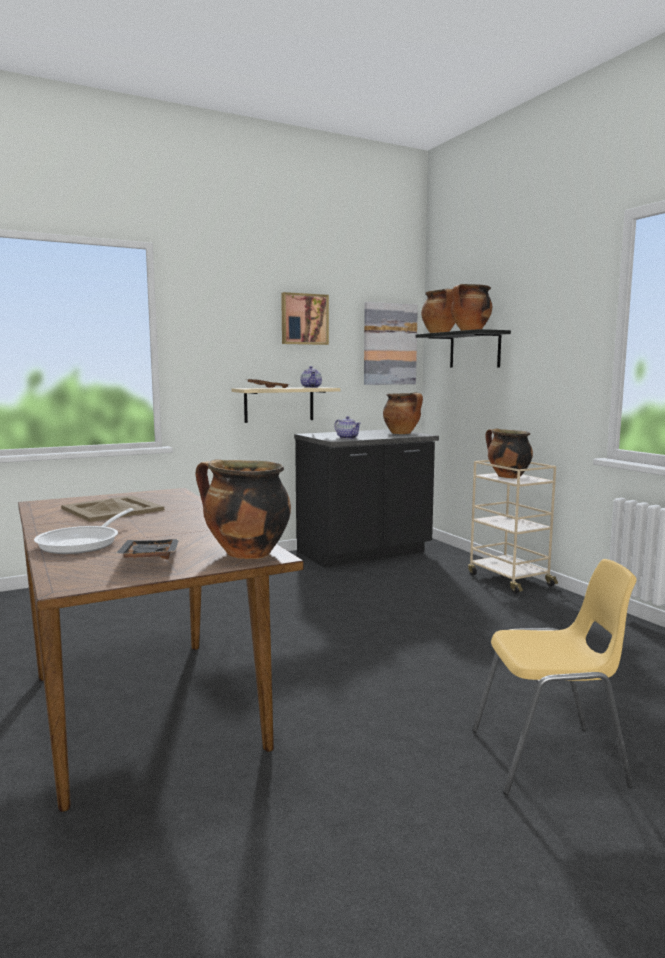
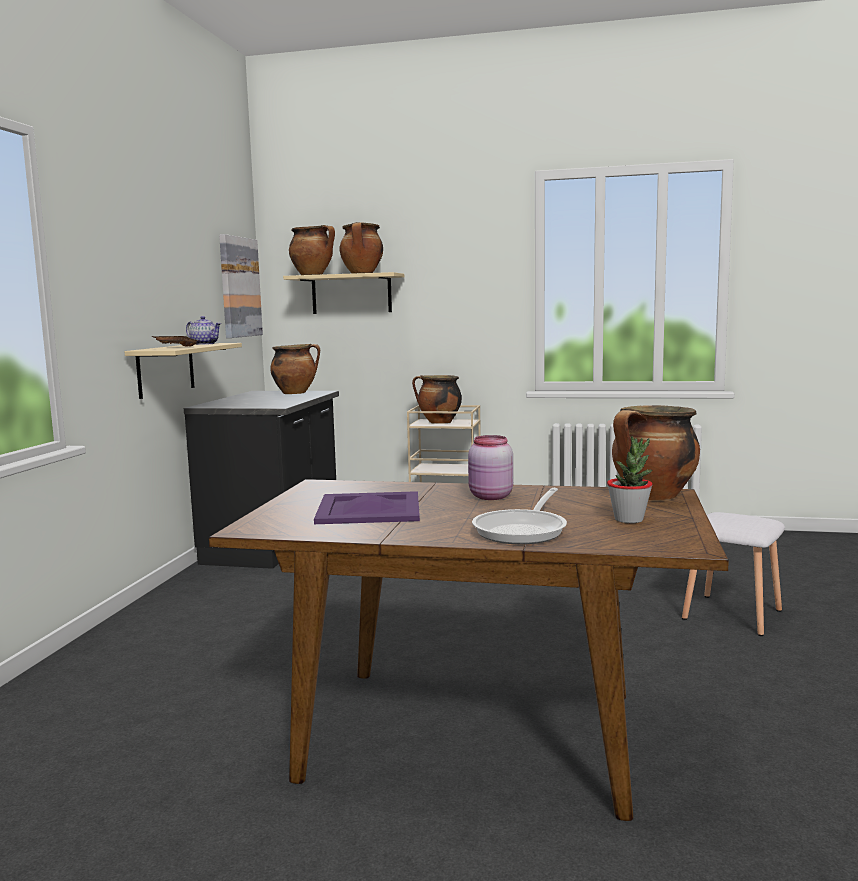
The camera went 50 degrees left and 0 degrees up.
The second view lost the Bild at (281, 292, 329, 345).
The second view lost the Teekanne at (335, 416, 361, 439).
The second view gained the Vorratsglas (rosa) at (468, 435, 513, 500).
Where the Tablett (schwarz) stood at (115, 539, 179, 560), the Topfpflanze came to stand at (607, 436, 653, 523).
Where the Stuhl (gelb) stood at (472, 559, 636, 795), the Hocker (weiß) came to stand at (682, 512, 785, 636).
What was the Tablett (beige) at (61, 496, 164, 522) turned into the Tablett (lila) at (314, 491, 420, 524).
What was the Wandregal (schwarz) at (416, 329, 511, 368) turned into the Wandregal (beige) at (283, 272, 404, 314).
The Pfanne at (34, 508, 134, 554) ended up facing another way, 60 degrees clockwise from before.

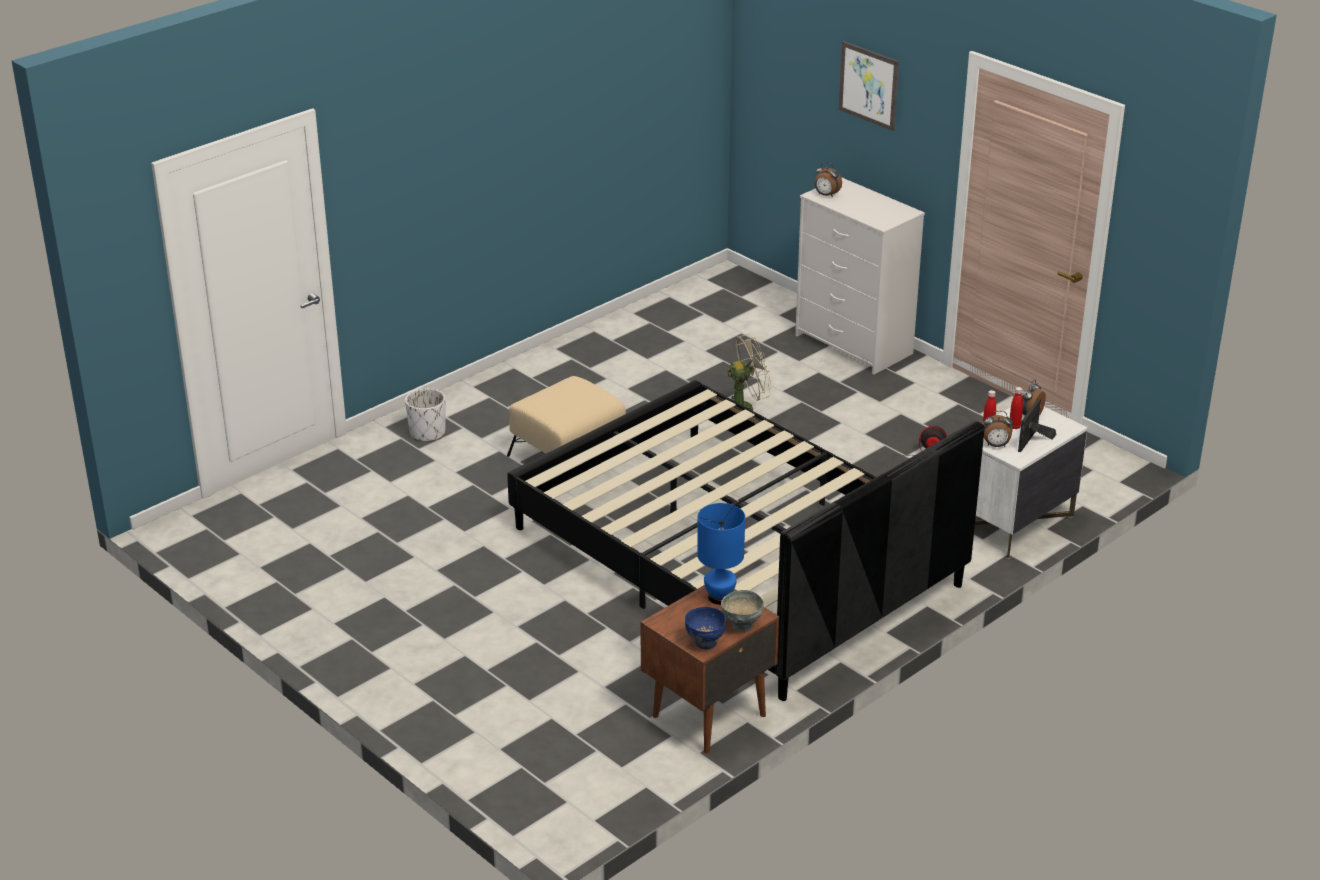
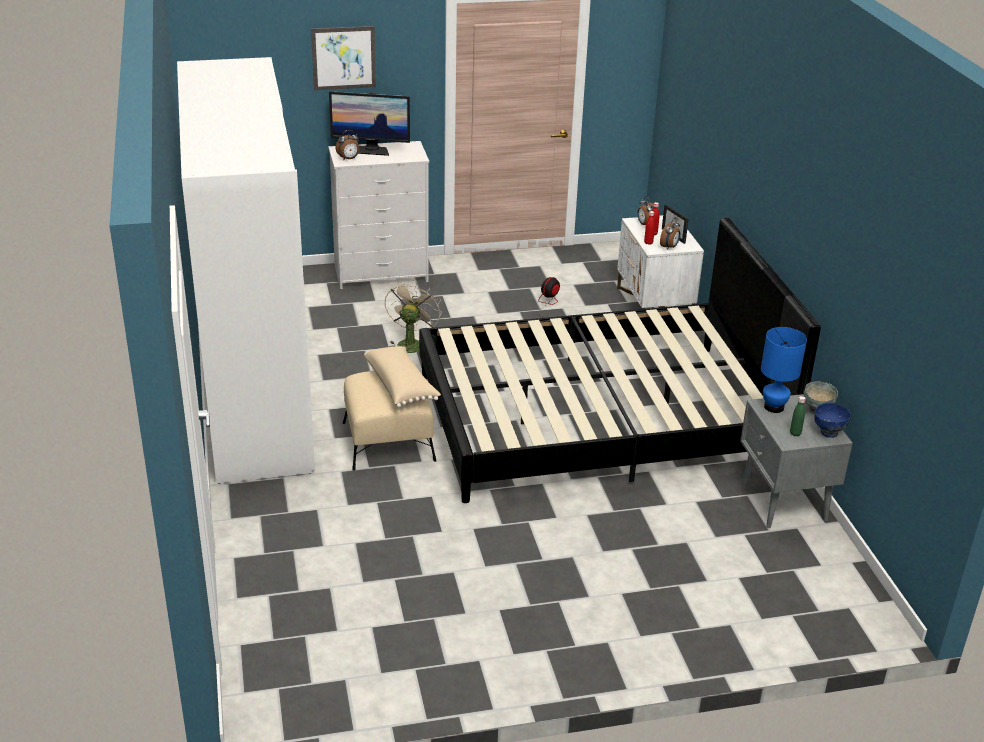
The camera went 60 degrees left and 0 degrees up.
The second view lost the Pflanzkübel (weiß) at (405, 388, 446, 441).
The second view gained the Kleiderschrank (weiß) at (177, 57, 315, 484).
The second view gained the Monitor at (329, 91, 410, 156).
The second view gained the Kissen (beige) at (364, 346, 441, 408).
The second view gained the Flasche (grün) at (790, 396, 806, 436).
What was the Nachttisch (braun) at (640, 585, 779, 754) turned into the Nachttisch (grau) at (740, 394, 853, 528).

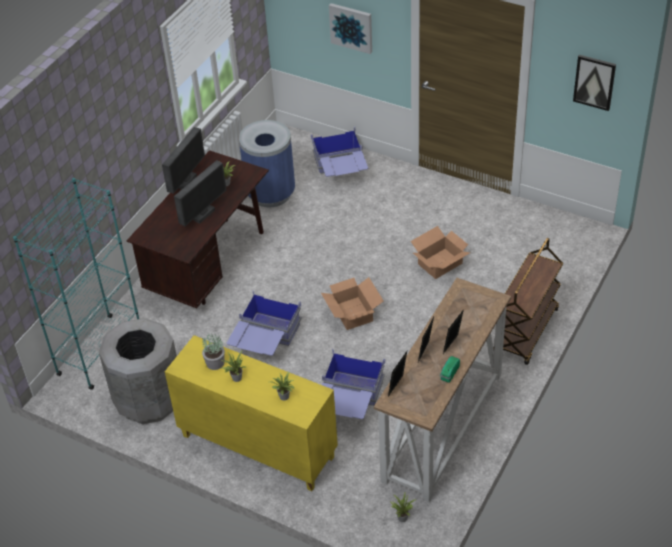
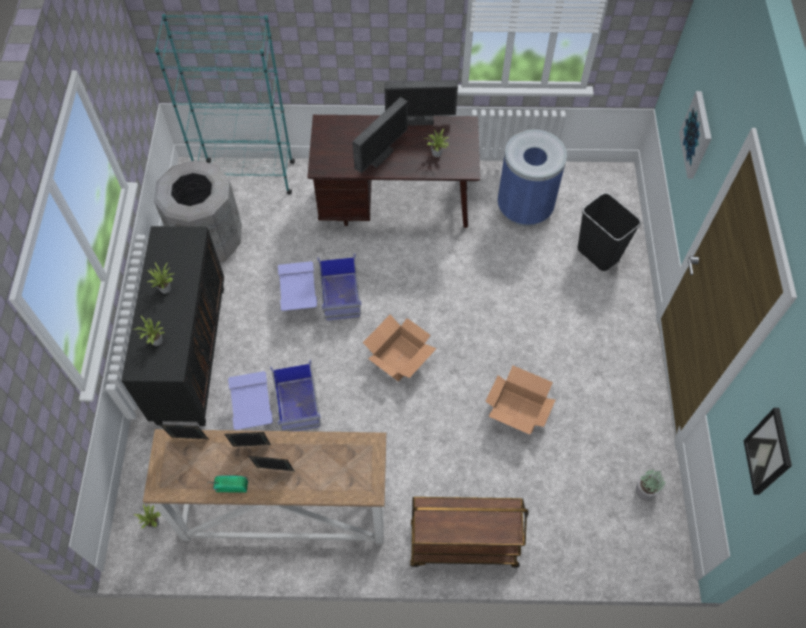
The camera went 60 degrees right and 15 degrees up.
The Topfpflanze ended up elsewhere, having gone from (202, 332, 225, 370) to (636, 470, 666, 500).
Where the Aufbewahrungsbox (blau) stood at (311, 127, 368, 177), the Mülleimer (schwarz) came to stand at (578, 192, 641, 271).
What was the Schrank (gelb) at (165, 335, 338, 491) turned into the Schrank (schwarz) at (121, 226, 224, 426).
The Monitor at (174, 160, 226, 226) ended up facing another way, 60 degrees counterclockwise from before.

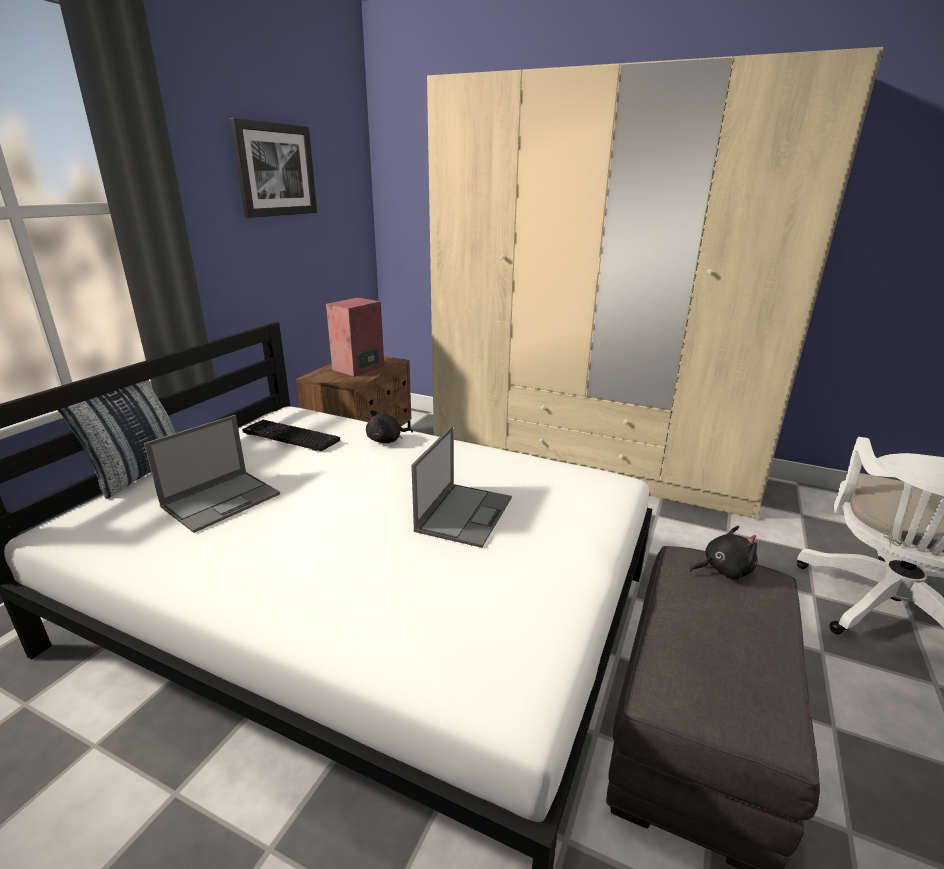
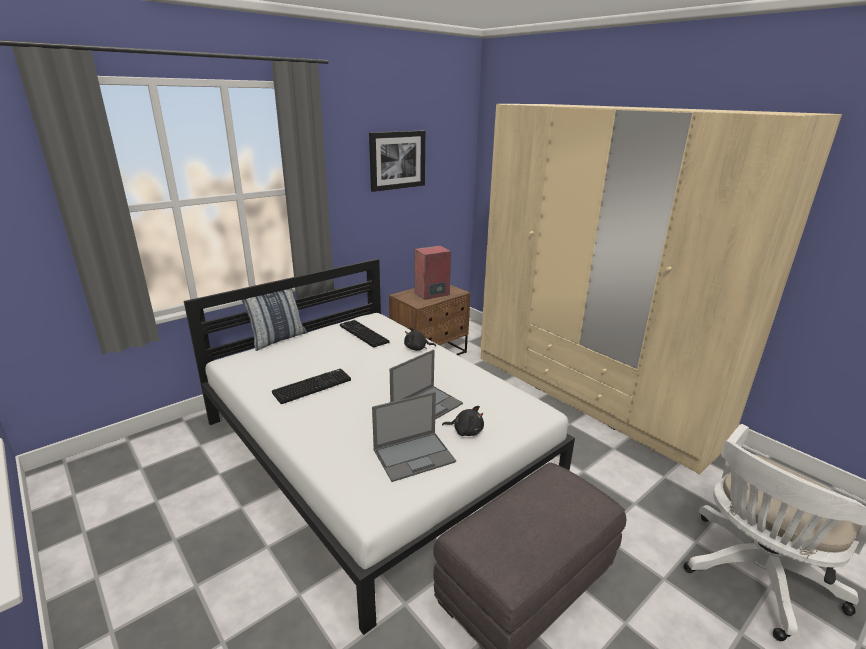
The camera went 25 degrees right and 0 degrees up.
The second view gained the Tastatur at (272, 368, 351, 404).
The Laptop ended up elsewhere, having gone from (144, 415, 280, 533) to (372, 392, 456, 482).
The Plüschtier (schwarz) ended up elsewhere, having gone from (689, 526, 757, 580) to (442, 406, 484, 436).

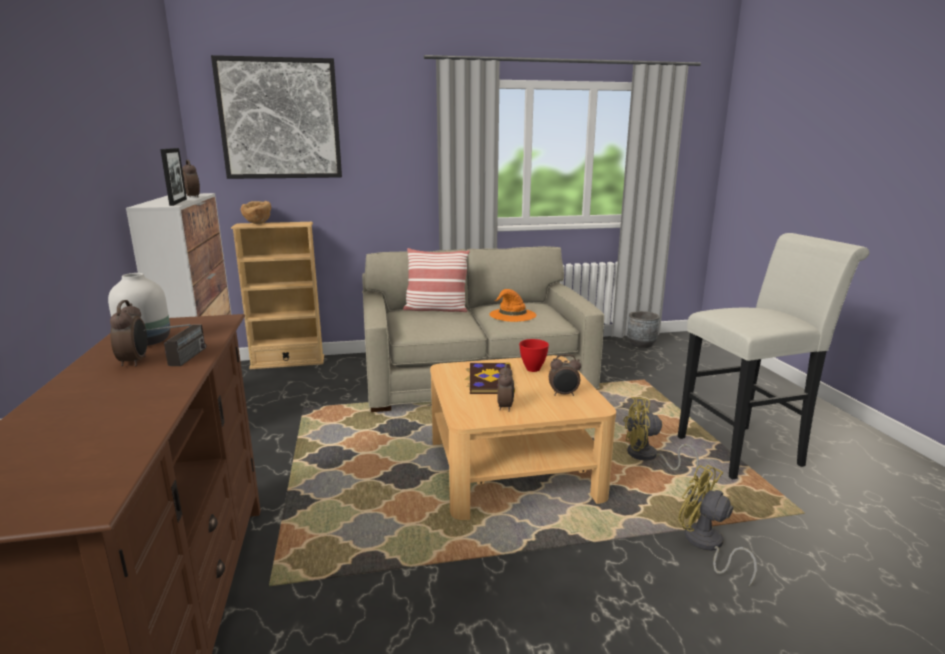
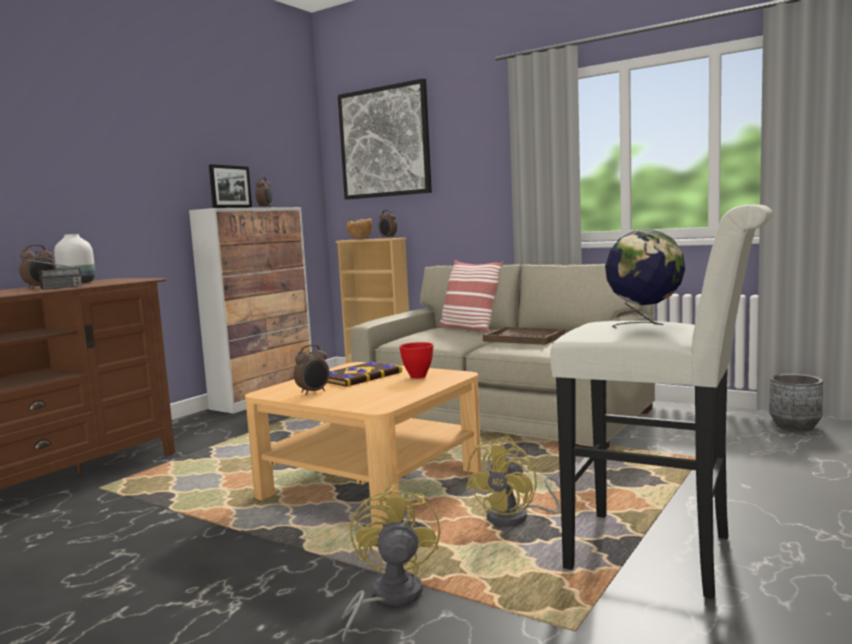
The camera went 45 degrees right and 10 degrees down.
The second view gained the Globus at (605, 229, 685, 329).
The Wecker ended up elsewhere, having gone from (549, 354, 581, 396) to (378, 210, 397, 238).
Where the Hut (orange) stood at (489, 289, 536, 322), the Tablett (braun) came to stand at (483, 327, 565, 345).
The Ventilator (gelb) at (623, 397, 699, 470) ended up facing another way, 105 degrees counterclockwise from before.

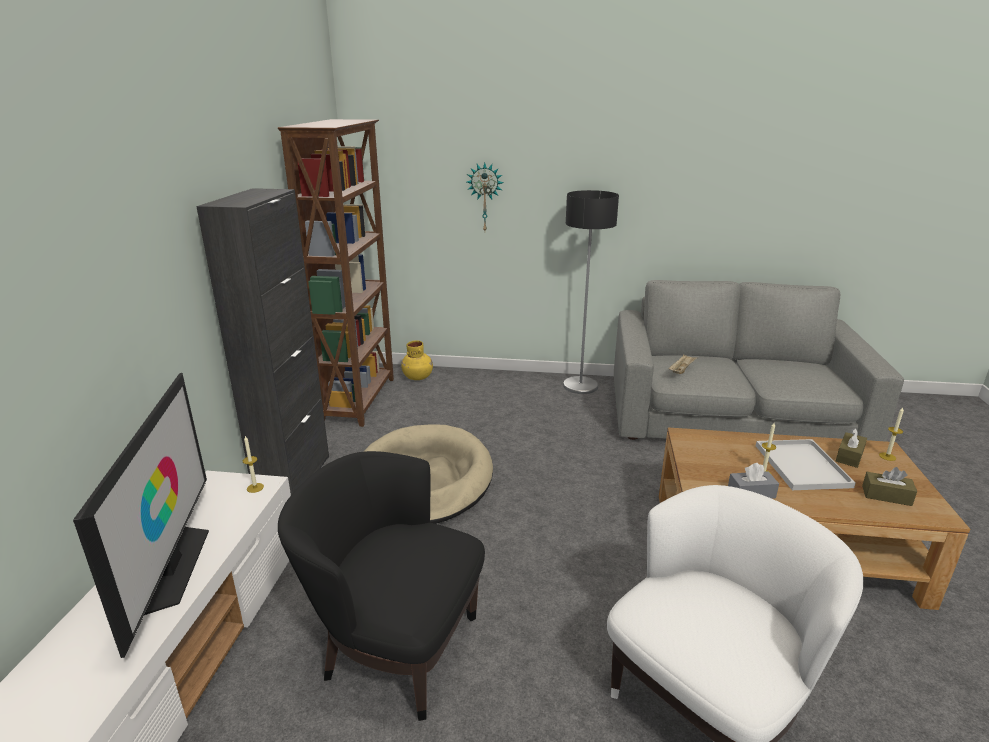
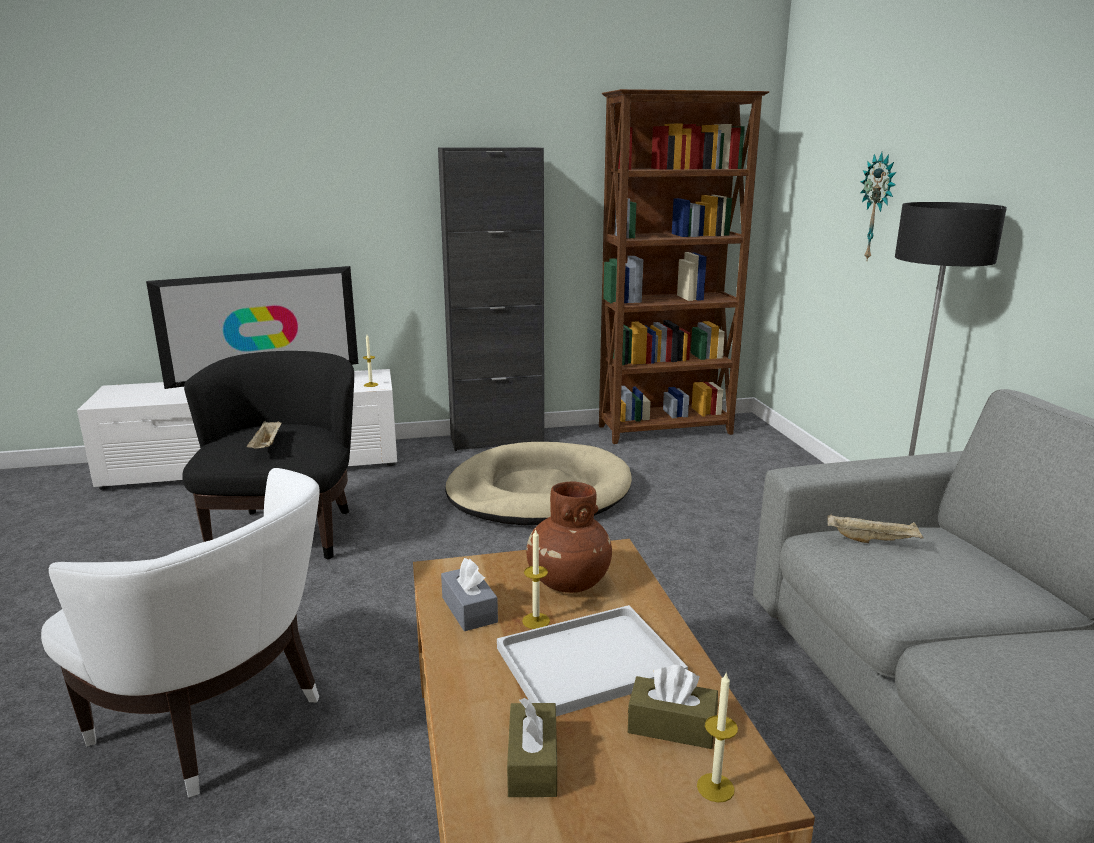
The camera went 70 degrees right and 5 degrees down.
The second view lost the Vase (gelb) at (401, 340, 433, 380).
The second view gained the Tablett (beige) at (247, 421, 281, 448).
The second view gained the Vase (braun) at (526, 481, 612, 593).

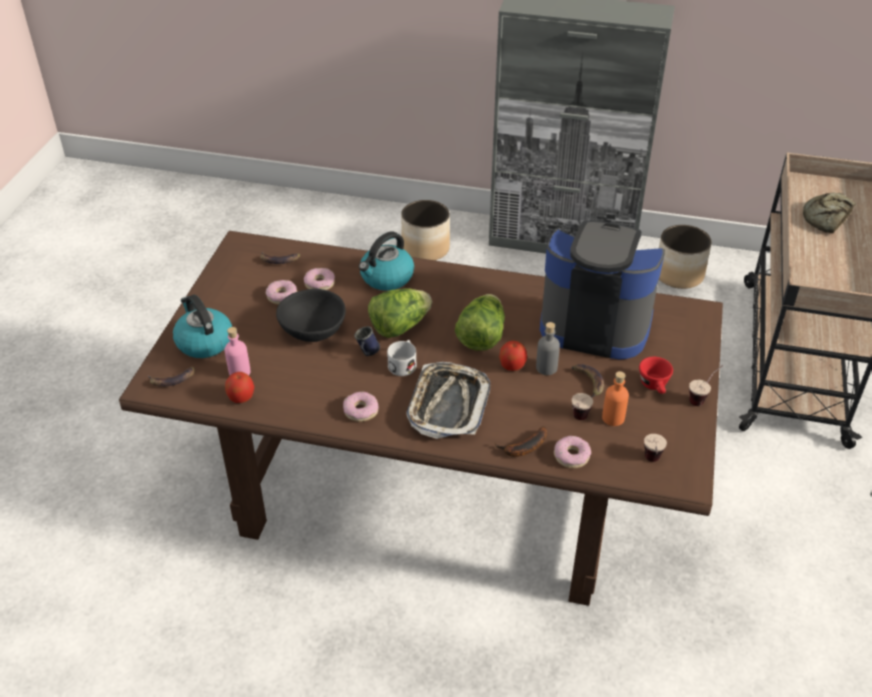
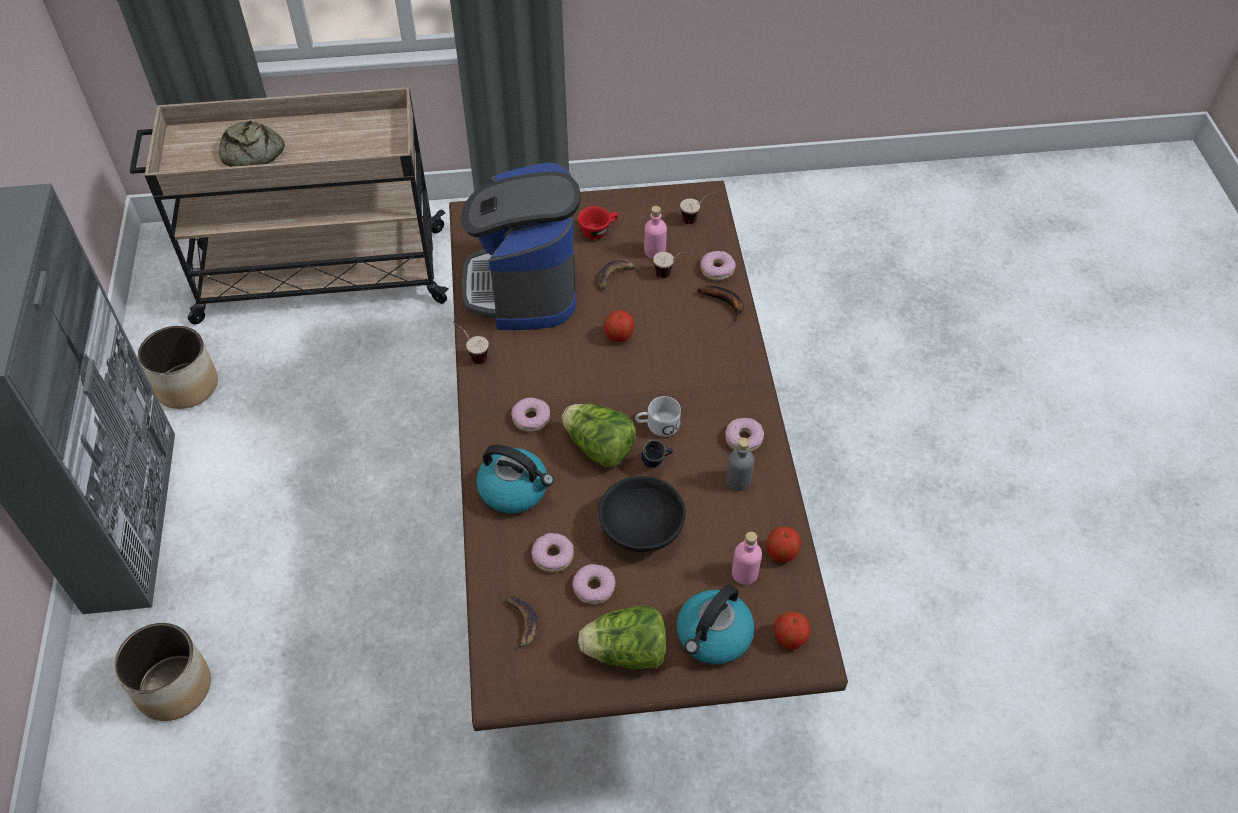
The camera went 110 degrees left and 10 degrees up.
The second view lost the Tablett at (406, 362, 490, 439).
The second view gained the Donut at (511, 397, 550, 432).
The Salatkopf ended up elsewhere, having gone from (455, 294, 505, 351) to (578, 605, 666, 669).
The Flasche (grau) ended up elsewhere, having gone from (536, 322, 560, 375) to (726, 438, 754, 491).
The Tasse ended up elsewhere, having gone from (689, 365, 723, 406) to (453, 321, 489, 364).
Where the Banane stood at (148, 367, 195, 387), the Apfel came to stand at (774, 611, 810, 650).
What was the Flasche (orange) at (602, 371, 629, 426) turned into the Flasche (rosa) at (644, 206, 667, 259).

